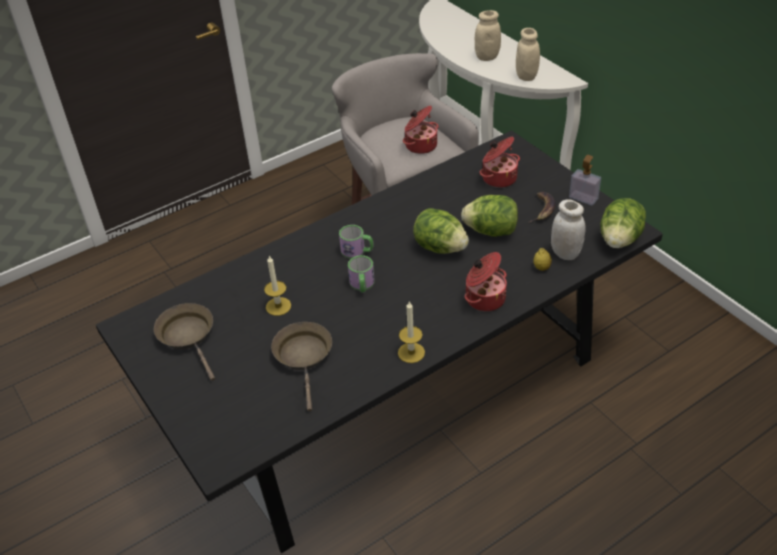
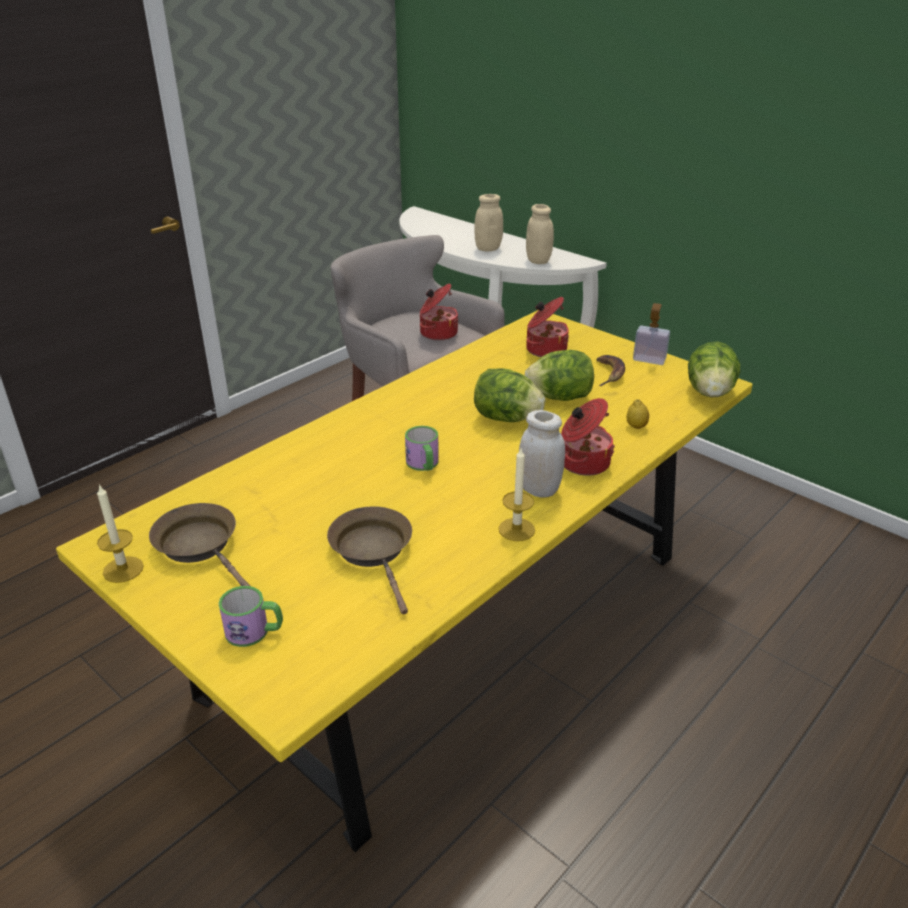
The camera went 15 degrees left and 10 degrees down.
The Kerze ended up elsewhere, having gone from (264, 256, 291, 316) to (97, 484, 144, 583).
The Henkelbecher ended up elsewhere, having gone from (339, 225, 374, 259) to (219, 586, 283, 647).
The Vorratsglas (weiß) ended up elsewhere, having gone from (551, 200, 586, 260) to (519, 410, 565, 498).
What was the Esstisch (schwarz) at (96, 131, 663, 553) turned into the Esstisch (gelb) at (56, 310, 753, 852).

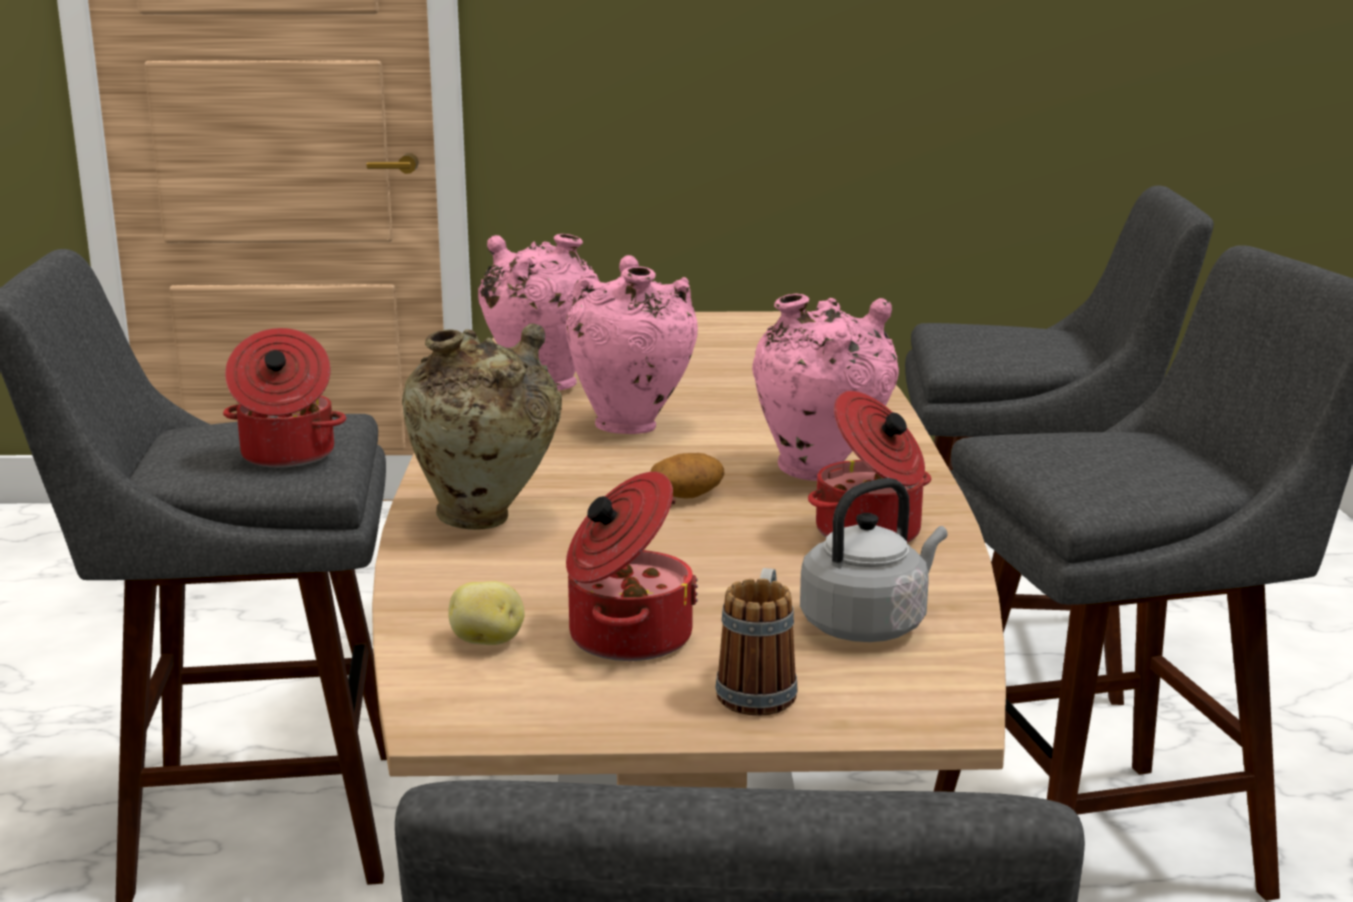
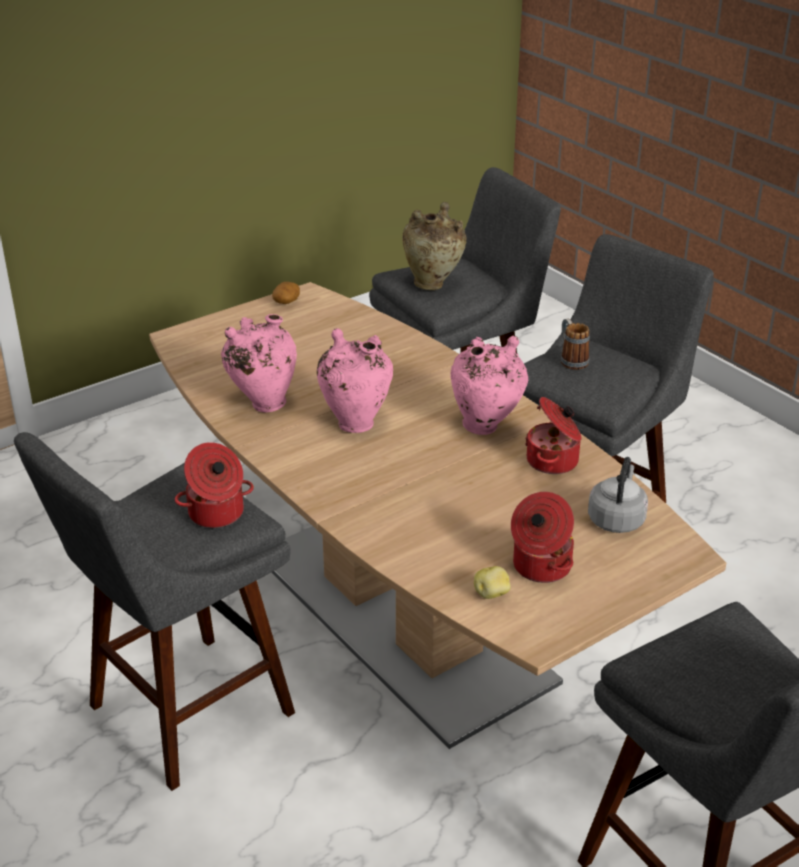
The camera went 35 degrees left and 15 degrees up.
The Vase (beige) ended up elsewhere, having gone from (402, 323, 562, 530) to (402, 202, 467, 290).
The Kartoffel ended up elsewhere, having gone from (650, 453, 725, 498) to (272, 282, 300, 304).
The Henkelbecher ended up elsewhere, having gone from (715, 568, 797, 716) to (561, 318, 590, 370).

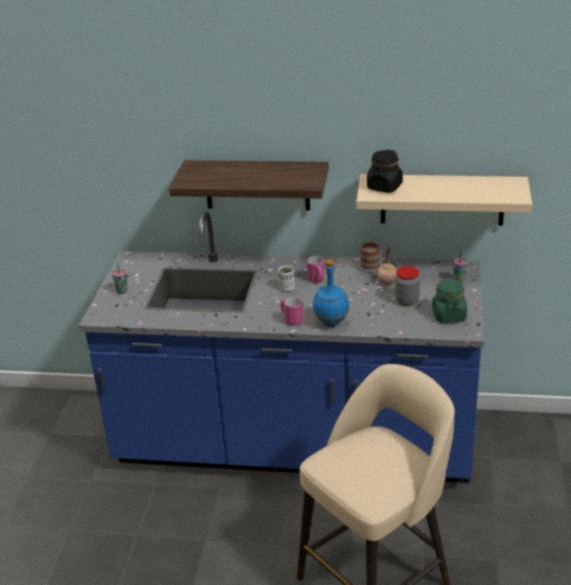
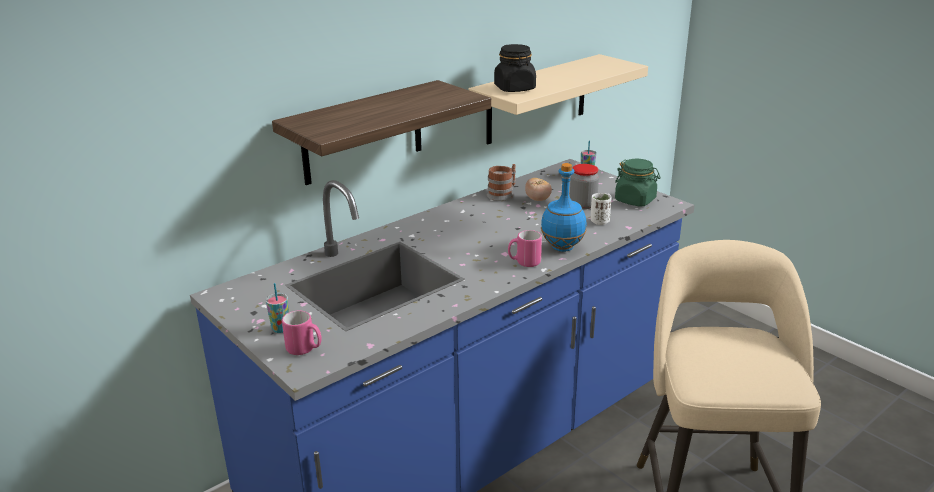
The camera went 50 degrees left and 5 degrees down.
The Tasse (weiß) ended up elsewhere, having gone from (278, 265, 295, 291) to (591, 193, 611, 225).
The Henkelbecher (rosa) ended up elsewhere, having gone from (306, 256, 325, 283) to (282, 311, 322, 355).

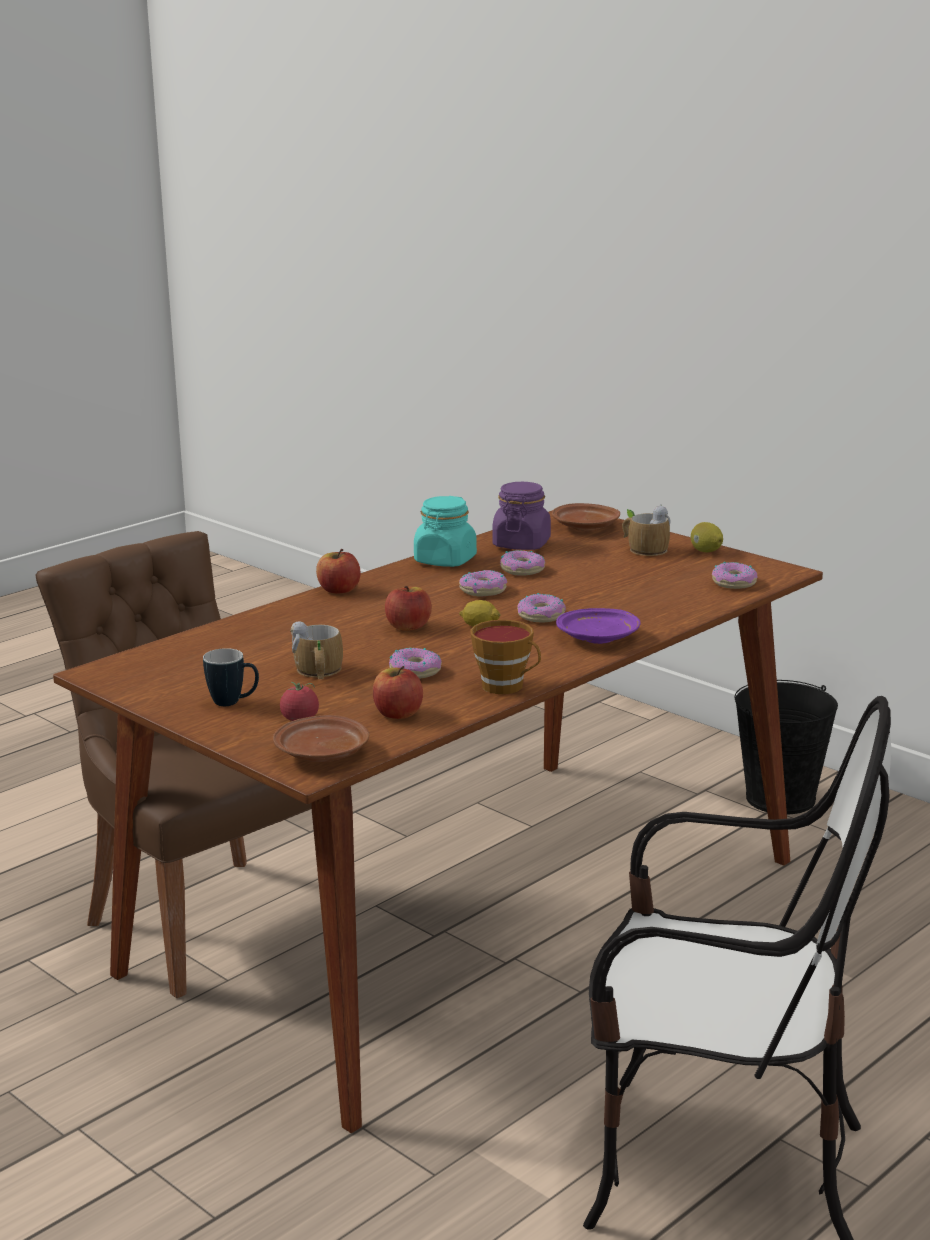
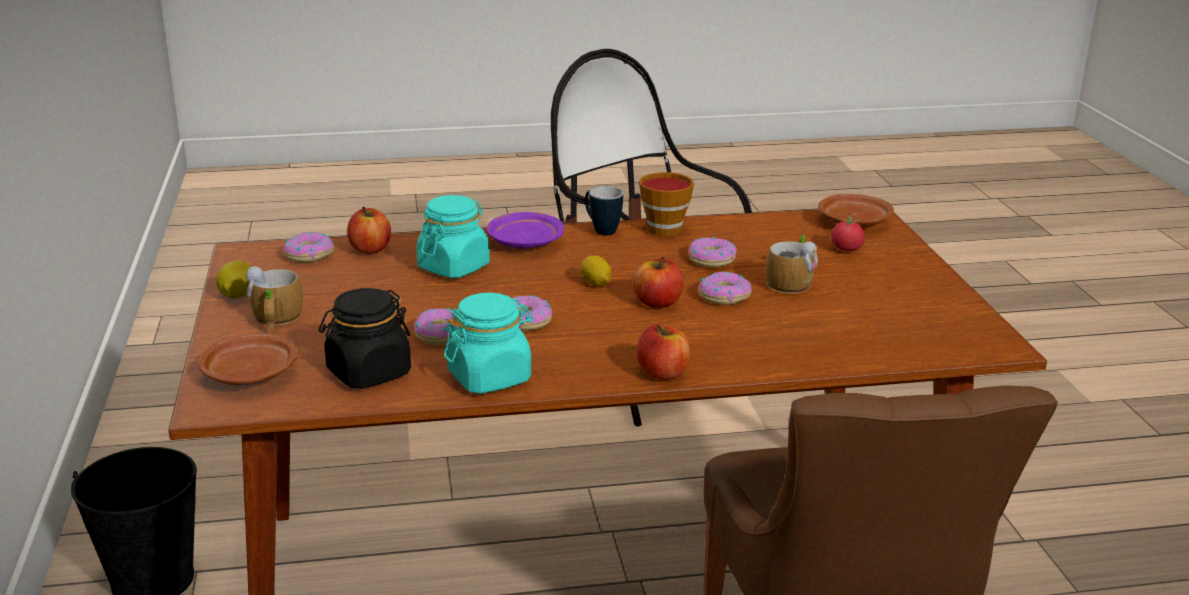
The camera went 145 degrees left and 5 degrees up.
The second view gained the Vorratsglas (türkis) at (416, 195, 490, 278).
The Henkelbecher ended up elsewhere, having gone from (203, 648, 259, 706) to (585, 186, 623, 235).
The Apfel ended up elsewhere, having gone from (373, 666, 423, 719) to (347, 207, 391, 254).
The Donut ended up elsewhere, having gone from (517, 593, 566, 622) to (698, 271, 752, 305).
What was the Vorratsglas (lila) at (492, 482, 551, 550) turned into the Vorratsglas (schwarz) at (319, 288, 411, 389).

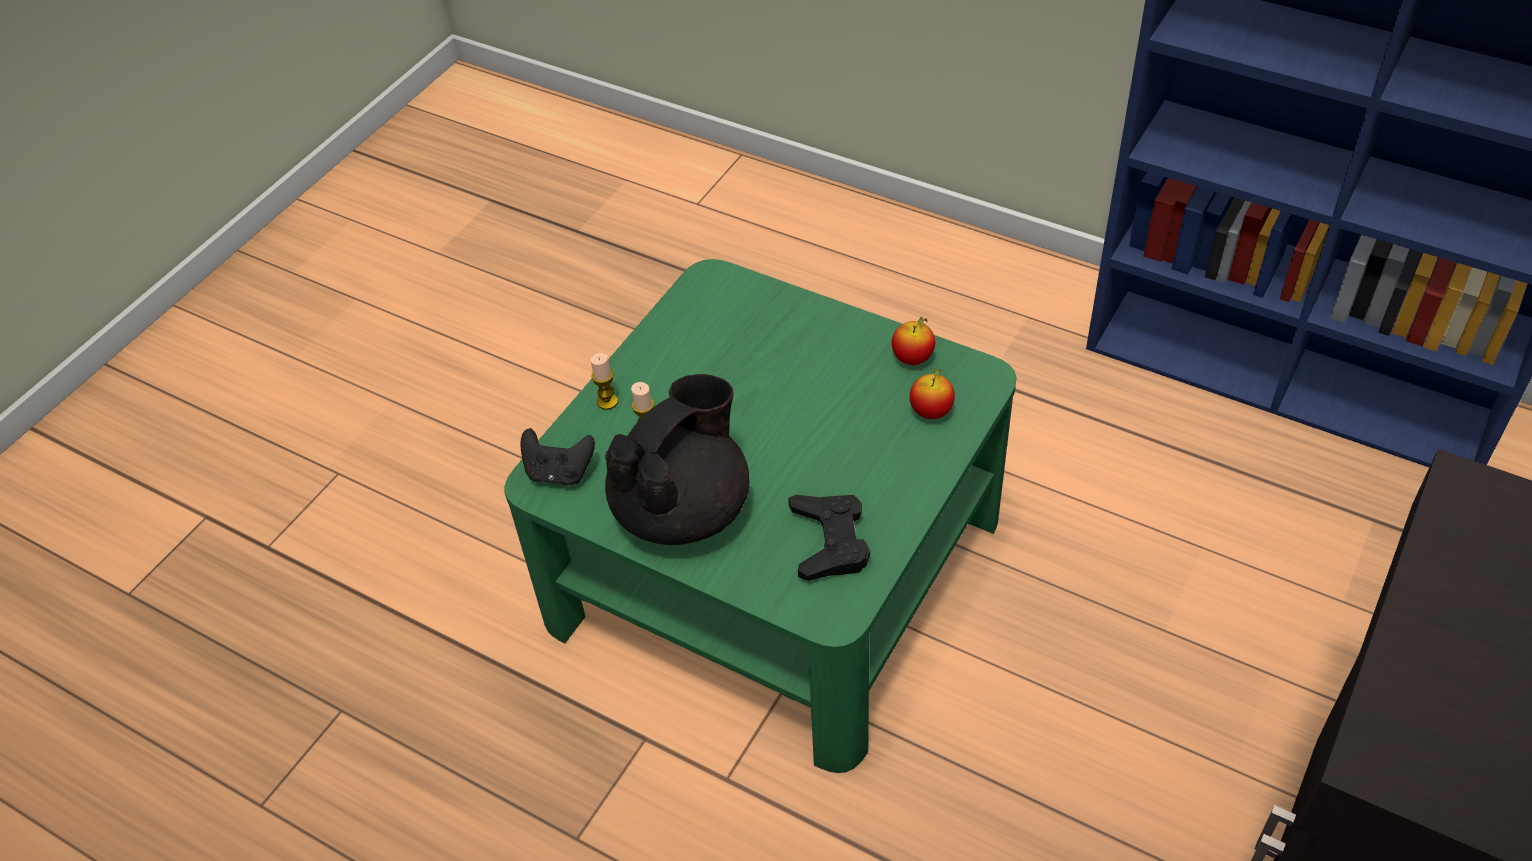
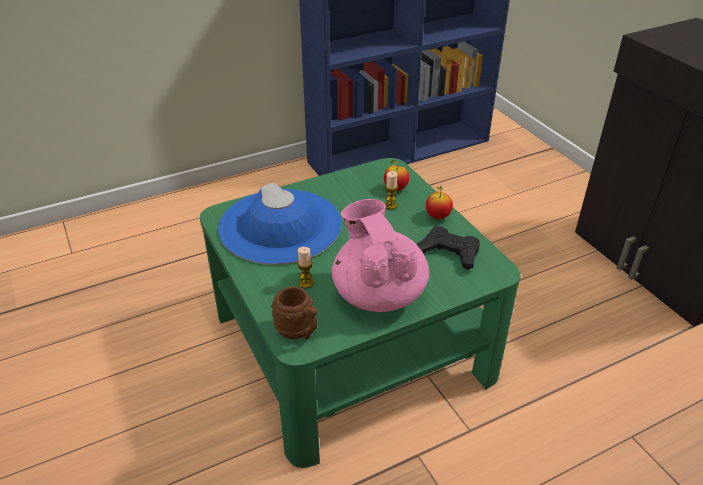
The camera went 60 degrees left and 10 degrees down.
The second view gained the Hut (blau) at (218, 183, 342, 265).
The Kerze ended up elsewhere, having gone from (591, 353, 618, 410) to (385, 171, 398, 209).
The Apfel ended up elsewhere, having gone from (892, 317, 935, 365) to (426, 186, 453, 219).
Where the Gamepad (schwarz) stood at (520, 428, 595, 486), the Henkelbecher (braun) came to stand at (271, 286, 318, 340).
What was the Teekanne (schwarz) at (605, 374, 749, 545) turned into the Teekanne (rosa) at (332, 199, 429, 312).

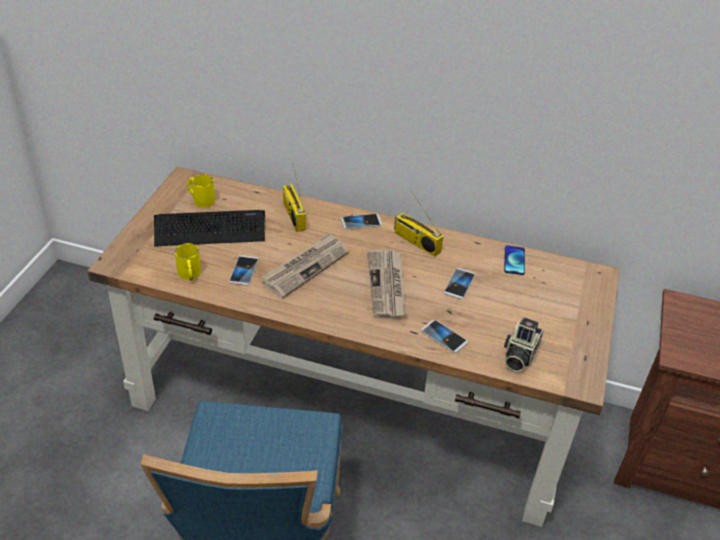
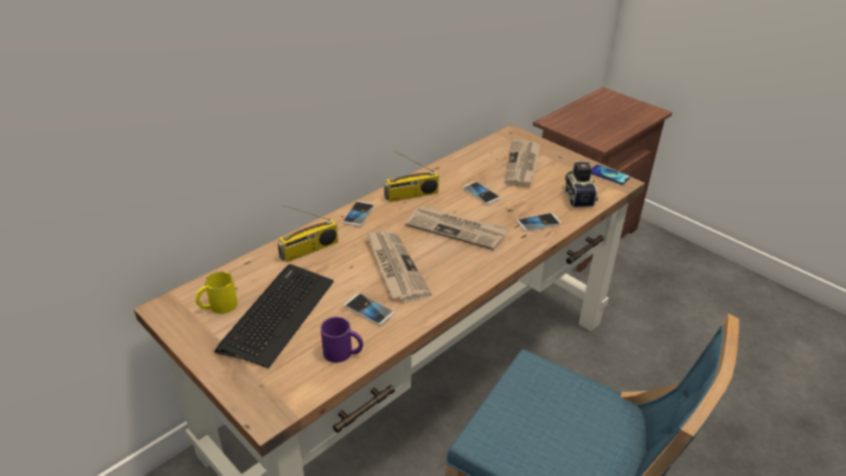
The camera went 60 degrees left and 5 degrees down.
The second view gained the Zeitung at (505, 140, 540, 186).
The Handy ended up elsewhere, having gone from (504, 245, 525, 275) to (591, 165, 630, 185).
What was the Henkelbecher (gelb) at (175, 243, 201, 281) turned into the Henkelbecher (lila) at (321, 317, 363, 363).
The Radio at (283, 163, 306, 232) ended up facing another way, 45 degrees counterclockwise from before.
The Kamera at (504, 317, 544, 372) ended up facing another way, 150 degrees counterclockwise from before.

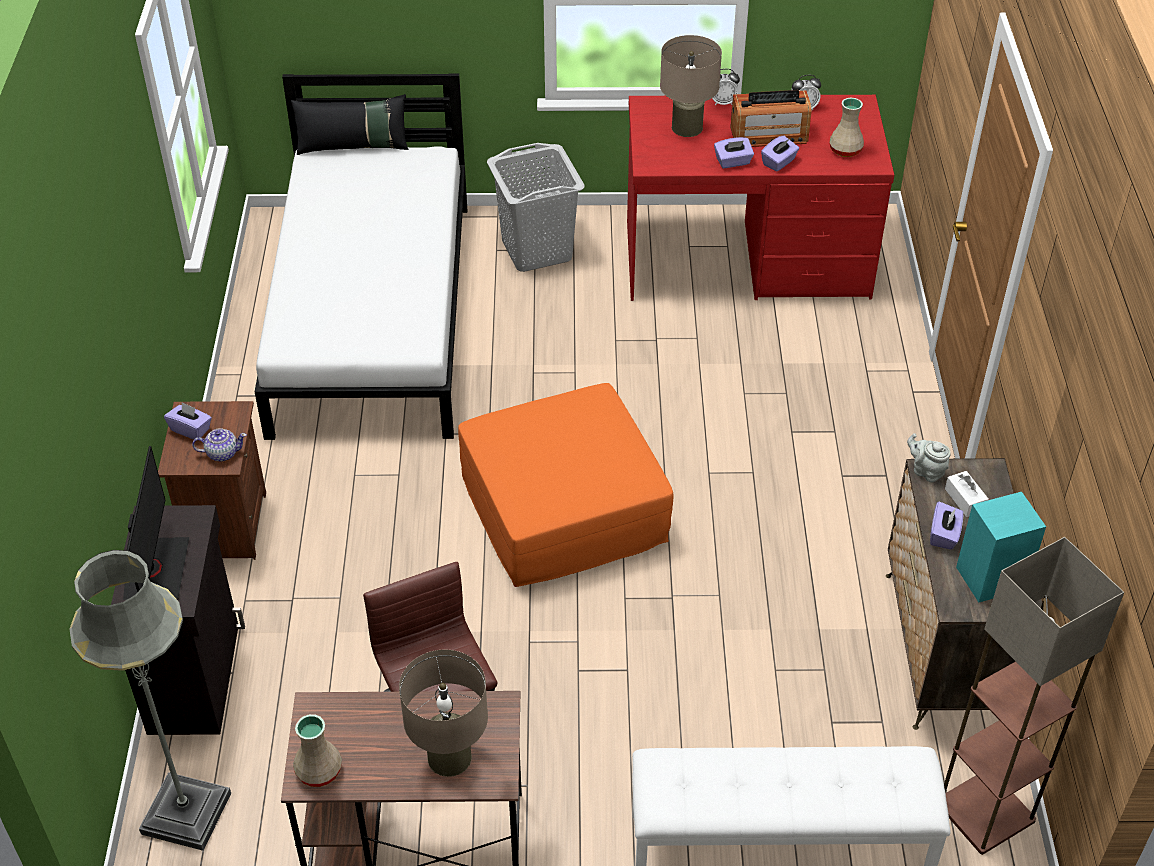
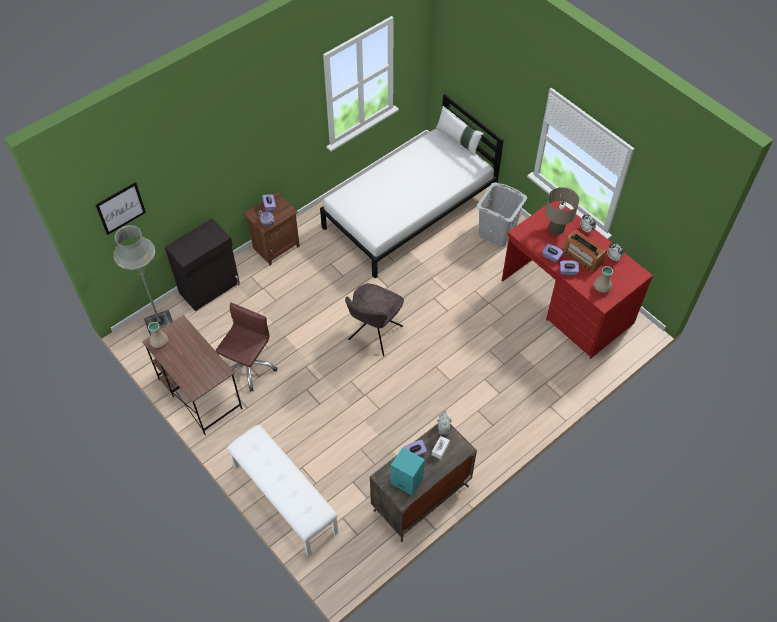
The camera went 50 degrees right and 10 degrees up.
The second view lost the Monitor at (123, 446, 189, 600).
The second view lost the Tischlampe (beige) at (399, 650, 488, 777).
The second view lost the Stehlampe at (944, 537, 1124, 855).
The second view gained the Bild at (95, 182, 146, 235).
Where the Polsterhocker (orange) stood at (458, 383, 673, 587), the Stuhl (grau) came to stand at (345, 283, 404, 356).
What was the Kissen (schwarz) at (291, 94, 408, 155) turned into the Kissen (weiß) at (436, 106, 484, 156).

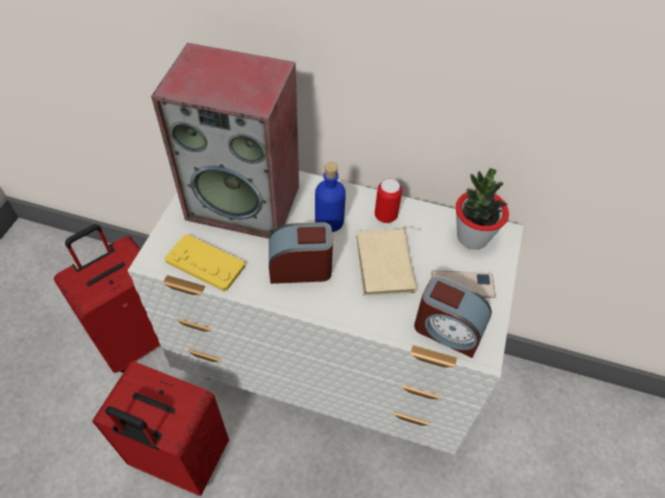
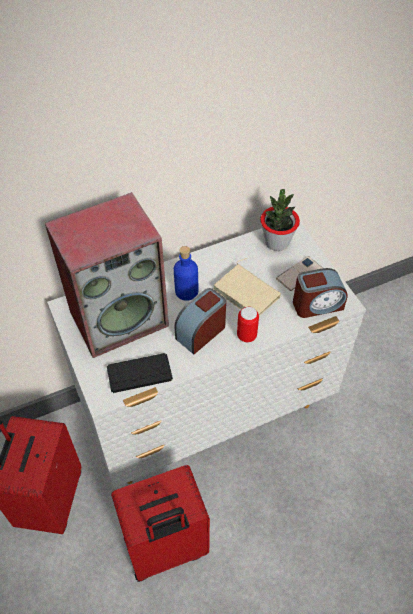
The camera went 40 degrees left and 0 degrees up.
The Dose ended up elsewhere, having gone from (375, 179, 402, 223) to (237, 307, 259, 342).
What was the Gamepad (gelb) at (165, 234, 246, 291) turned into the Gamepad (schwarz) at (107, 353, 173, 393).

